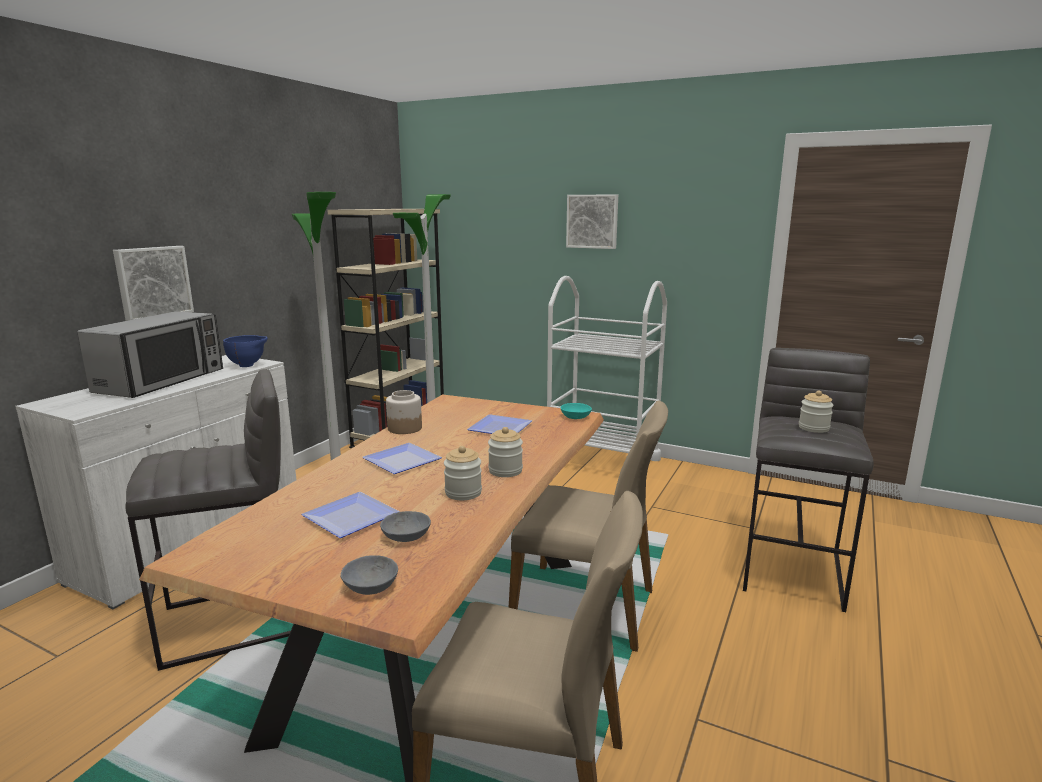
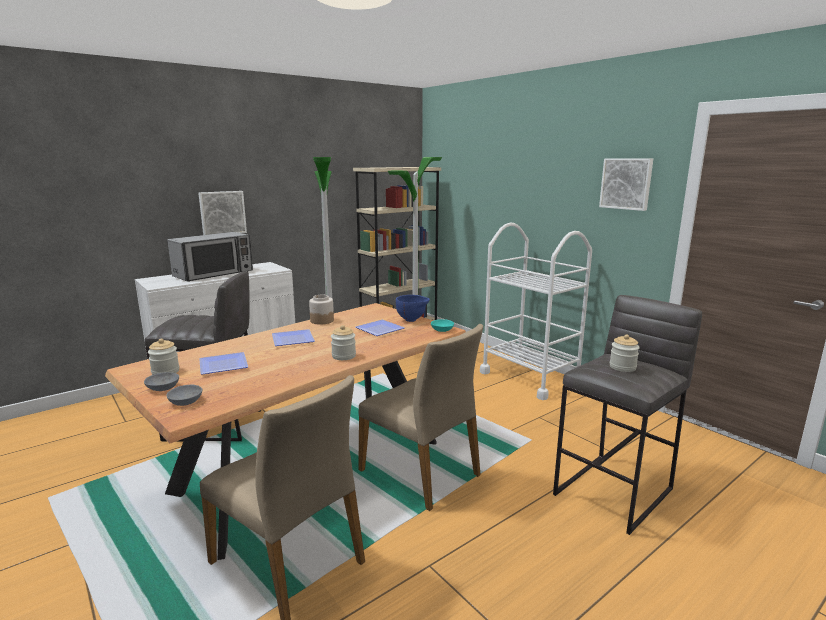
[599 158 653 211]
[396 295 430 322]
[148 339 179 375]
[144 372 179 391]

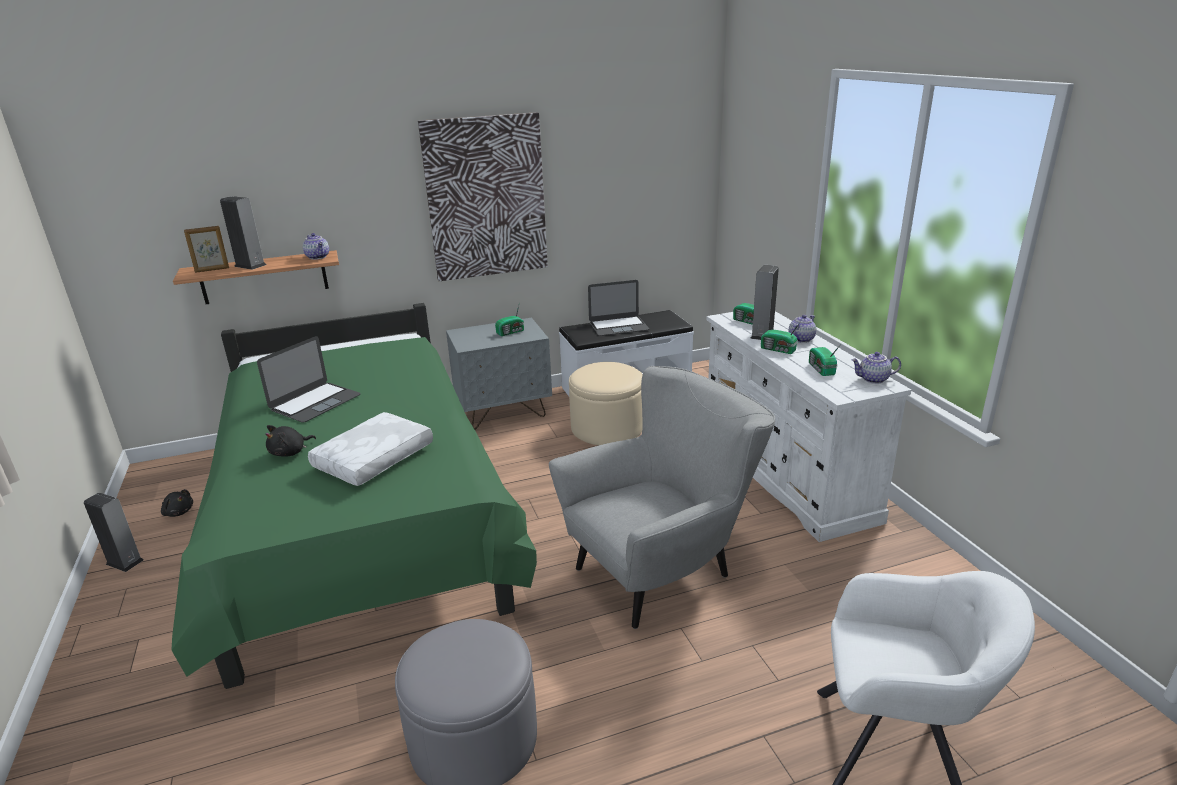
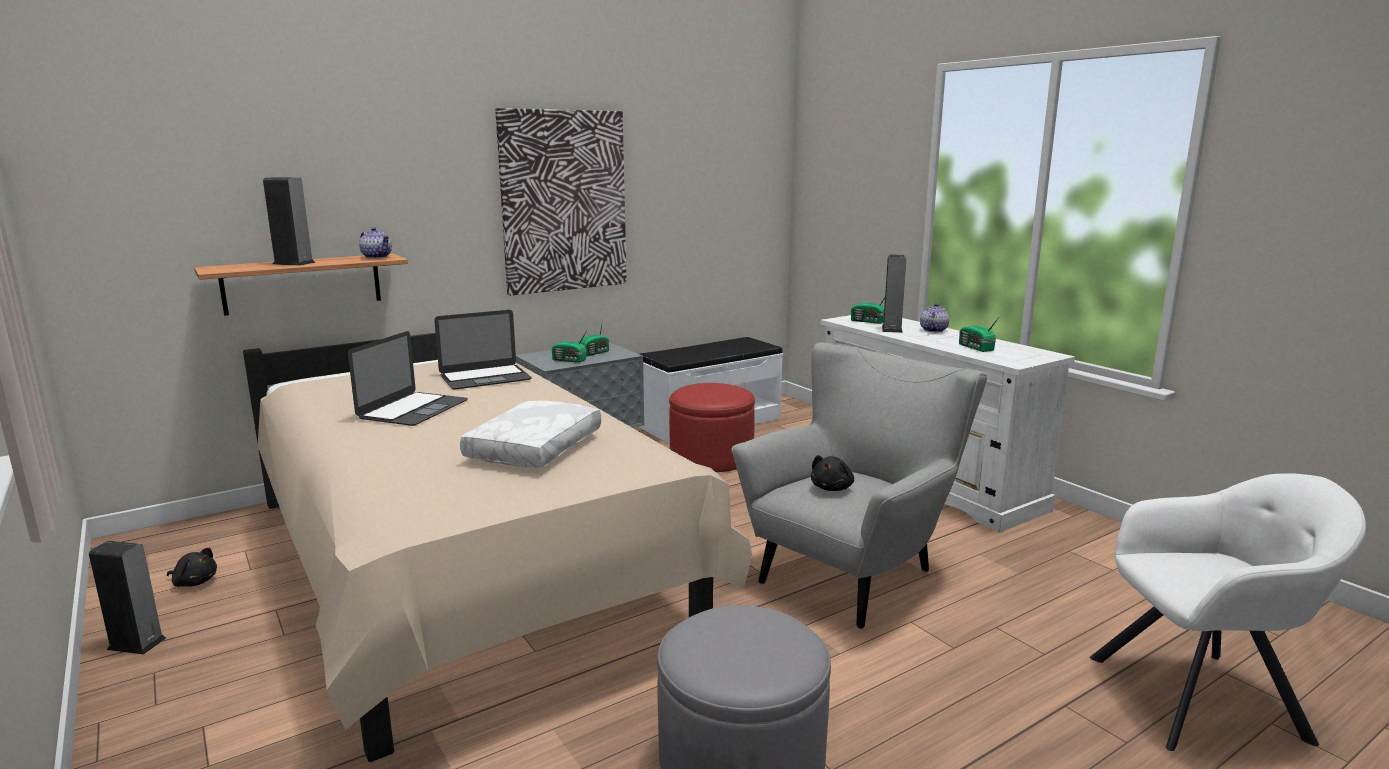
[184 226 229 273] (first image)
[434 310 532 390]
[243 333 752 762]
[552 330 587 363]
[851 352 901 384] (first image)
[669 383 755 472]
[811 455 854 491]

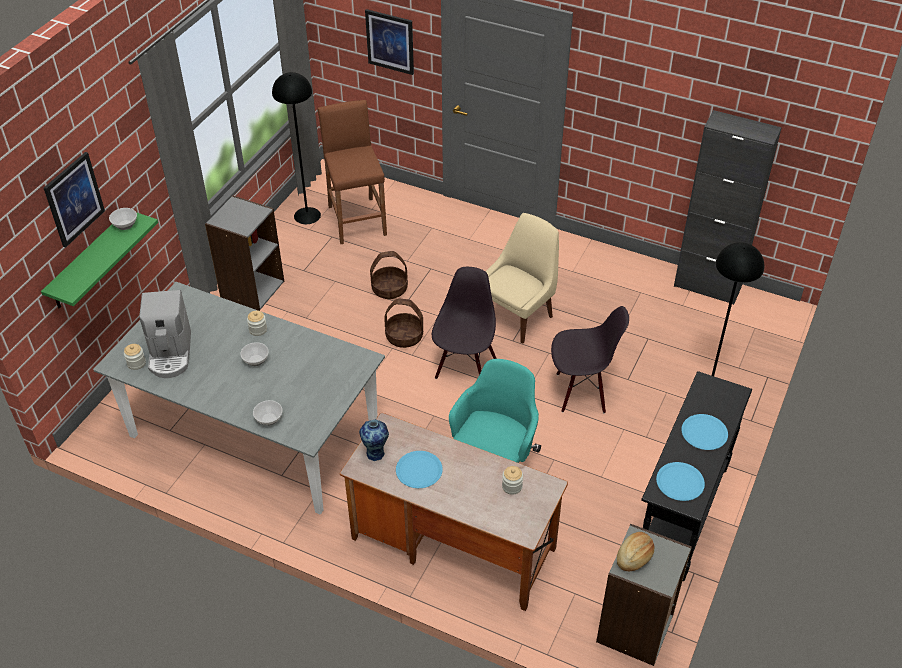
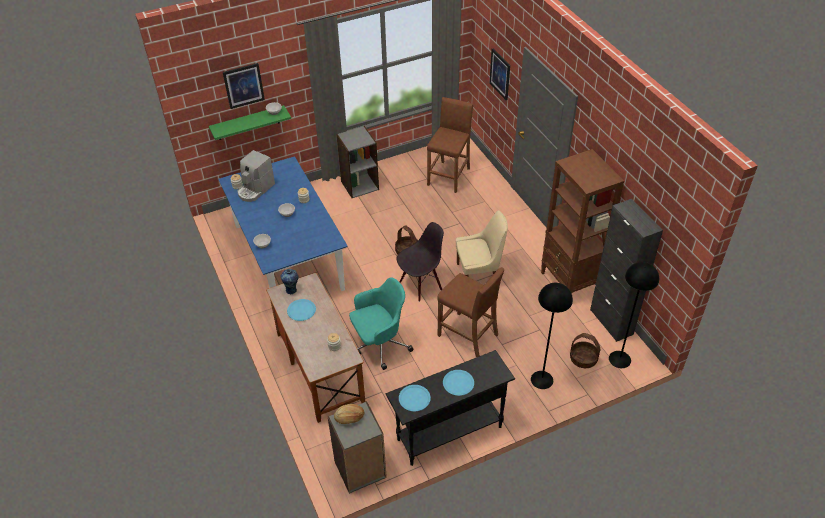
[609 262 659 368]
[570 333 600 368]
[218 156 348 291]
[437 267 504 357]
[541 149 624 293]

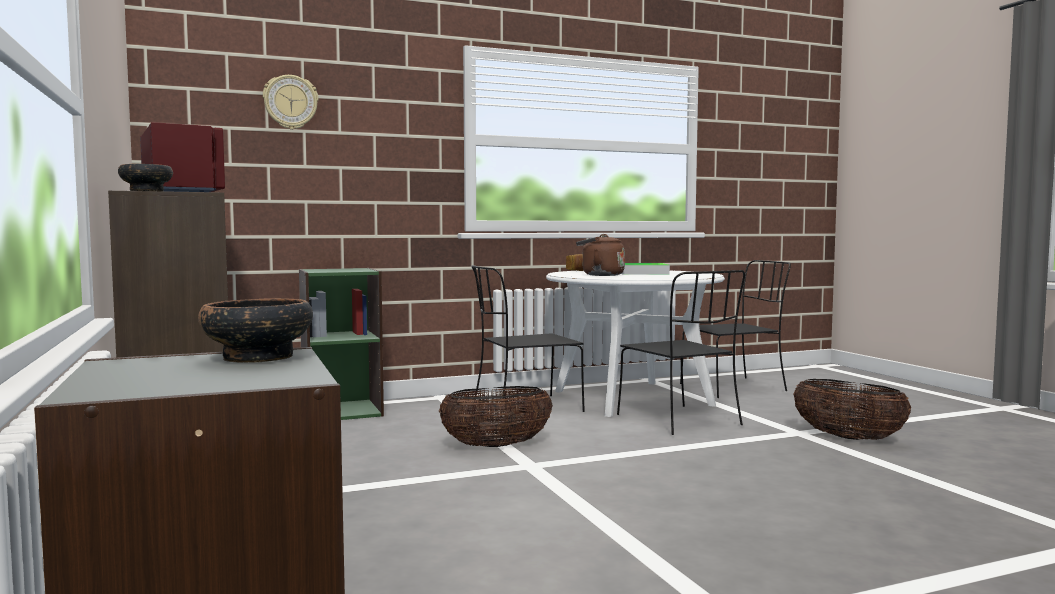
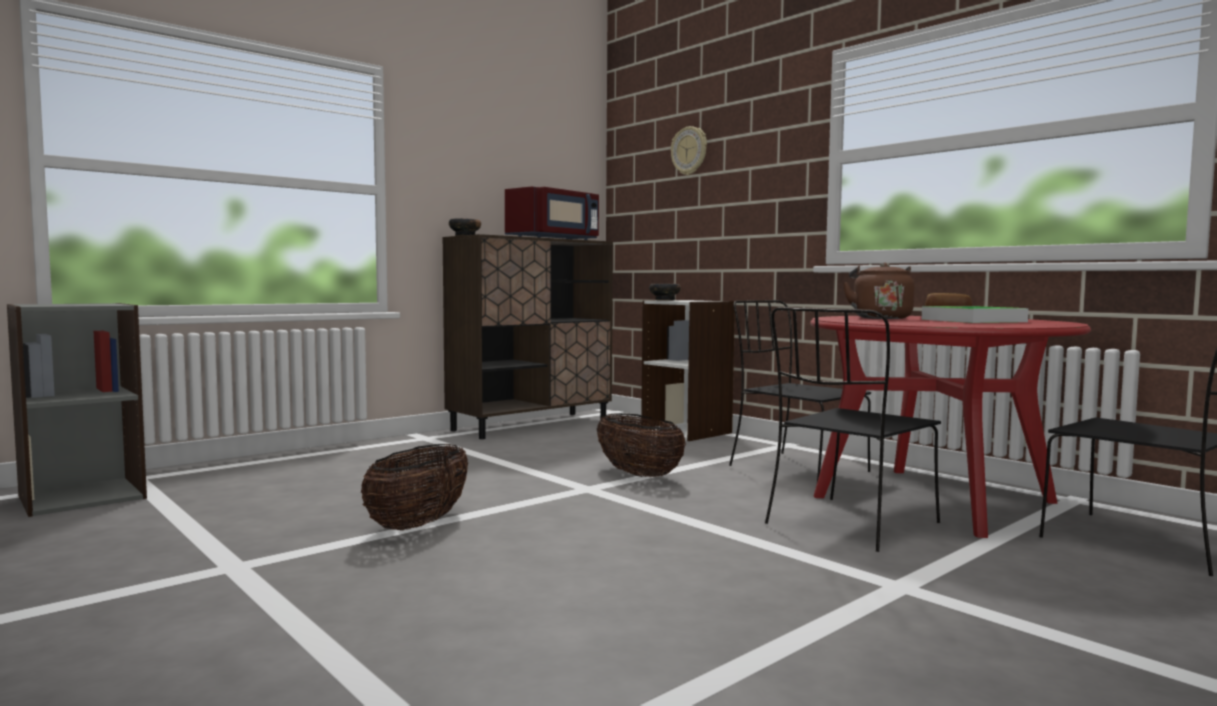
[641 300 735 441]
[810 316 1091 538]
[649 284 681 300]
[361 444 468 531]

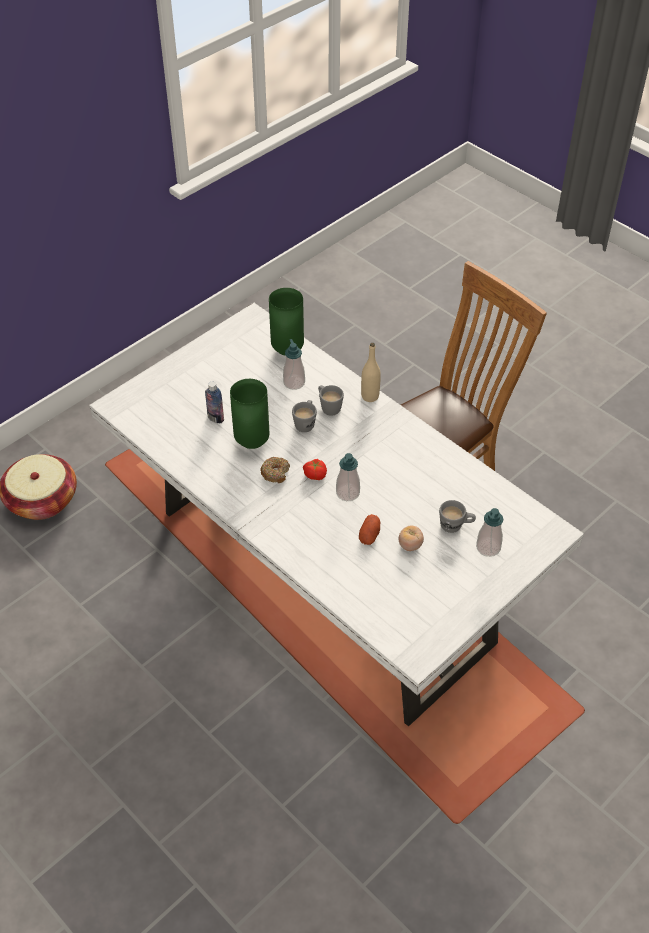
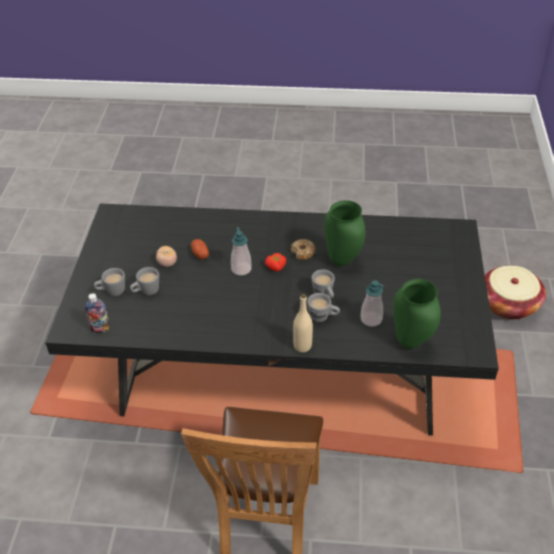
[45 203 499 436]
[85 293 110 333]
[94 268 125 296]

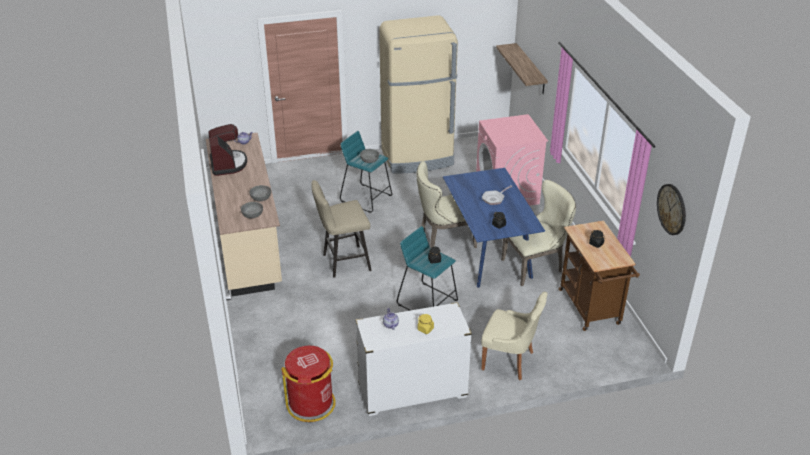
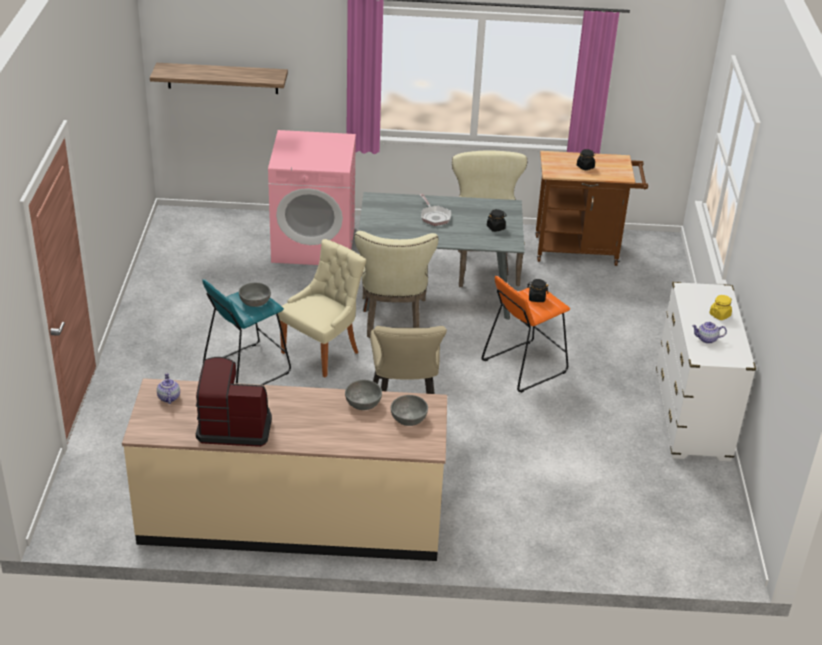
[379 15 458 174] (first image)
[358 192 525 320]
[657 184 686 235] (first image)
[482 276 570 393]
[278 239 366 377]
[281 346 336 422] (first image)

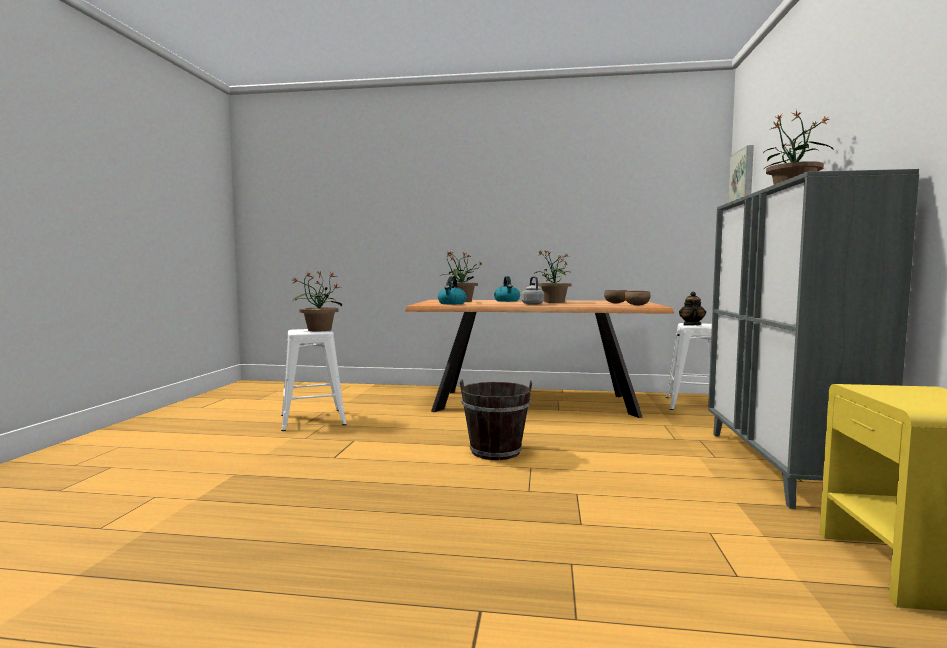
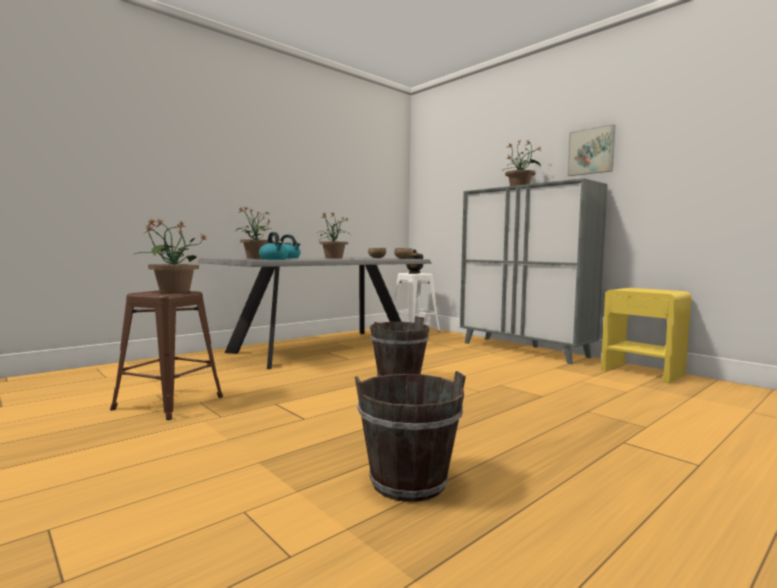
[567 124 616 176]
[522 276 544 305] (first image)
[198 257 432 369]
[110 290 223 420]
[355 371 466 502]

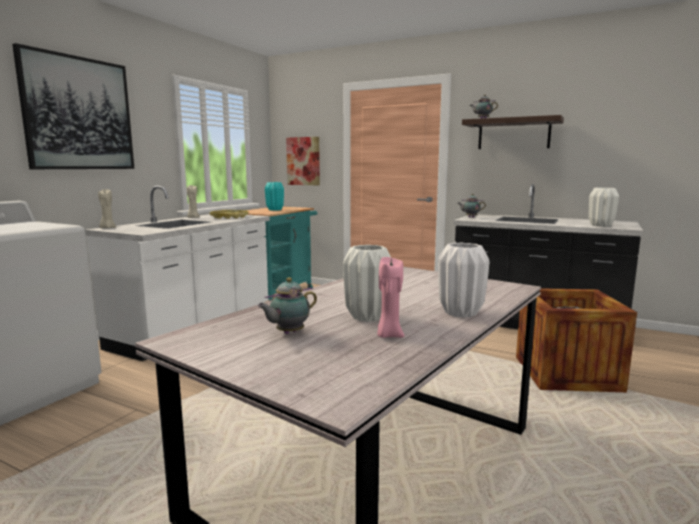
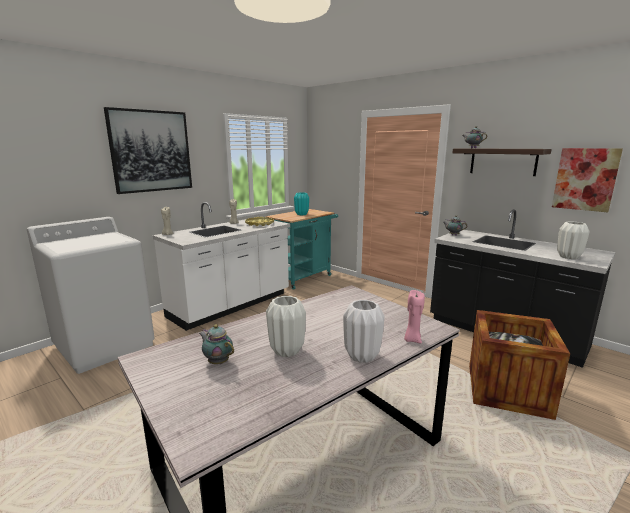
[552 148 623 212]
[404 290 425 343]
[199 324 234 364]

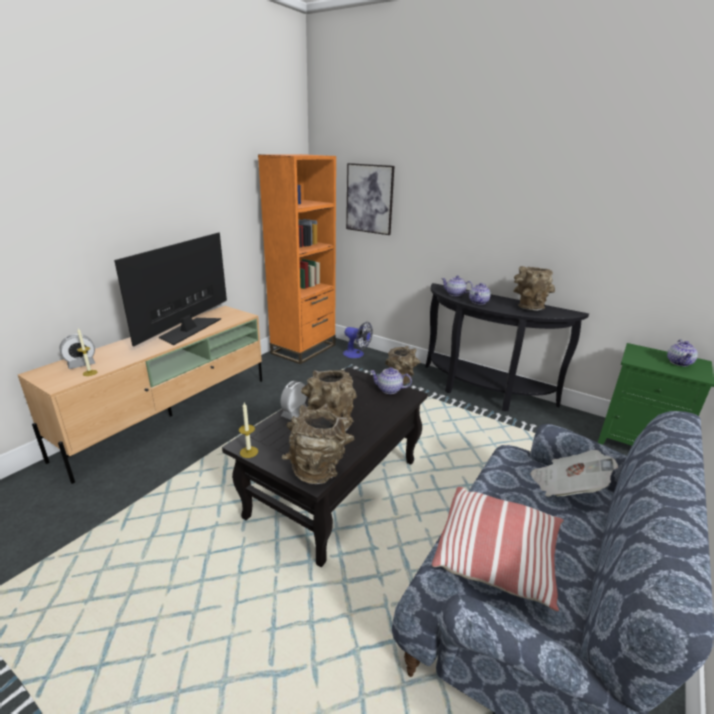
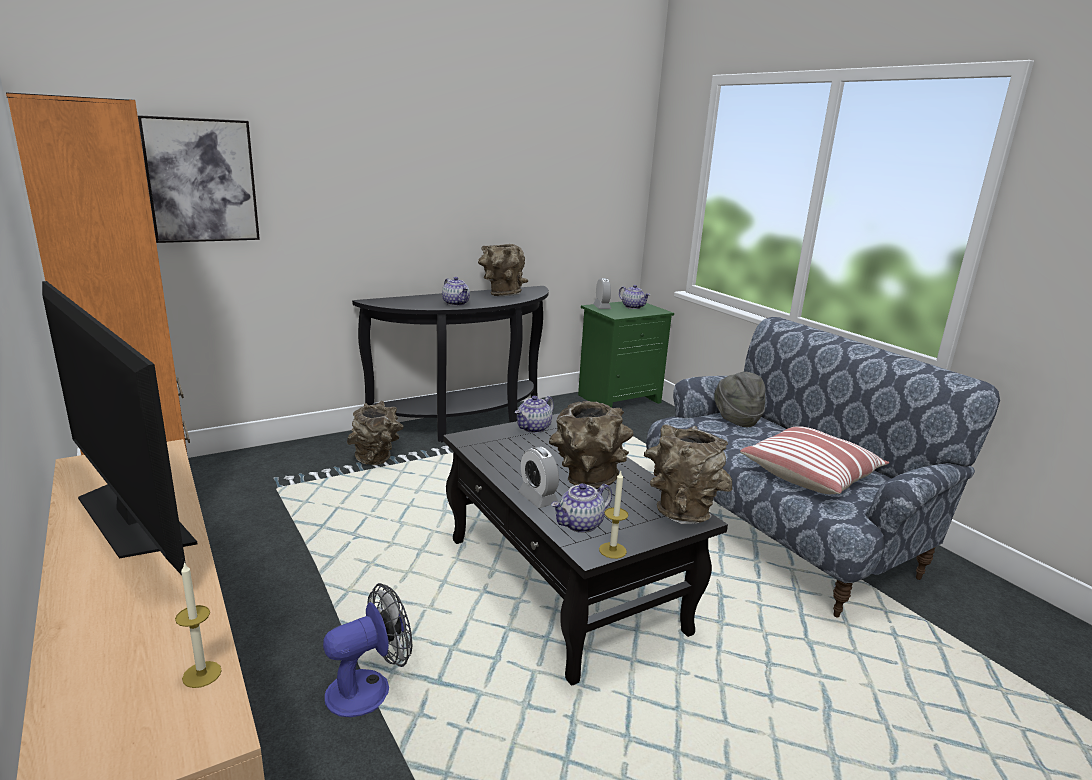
[551 483 612 533]
[323 583 412 717]
[593 278 611 309]
[714 372 766 427]

